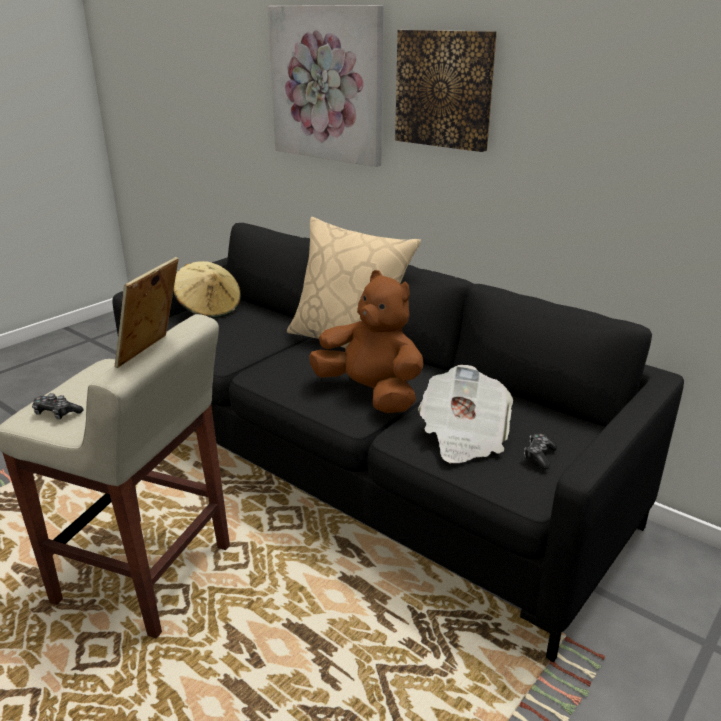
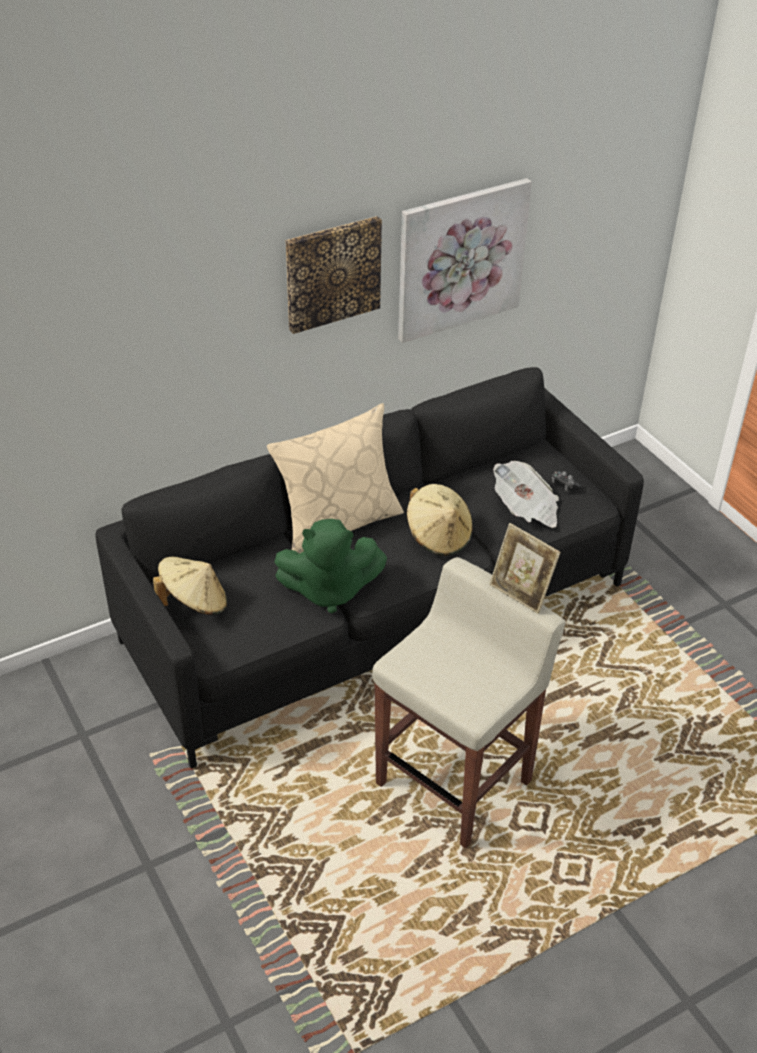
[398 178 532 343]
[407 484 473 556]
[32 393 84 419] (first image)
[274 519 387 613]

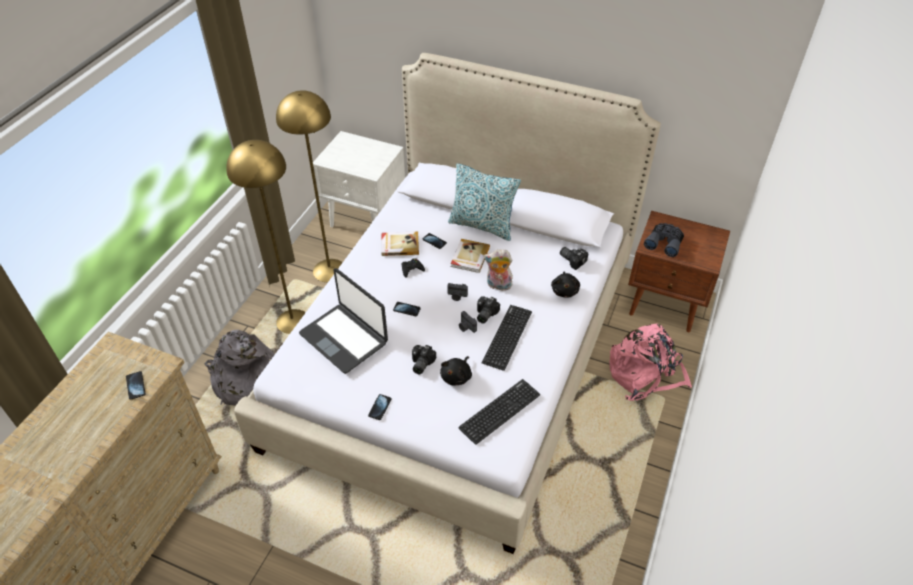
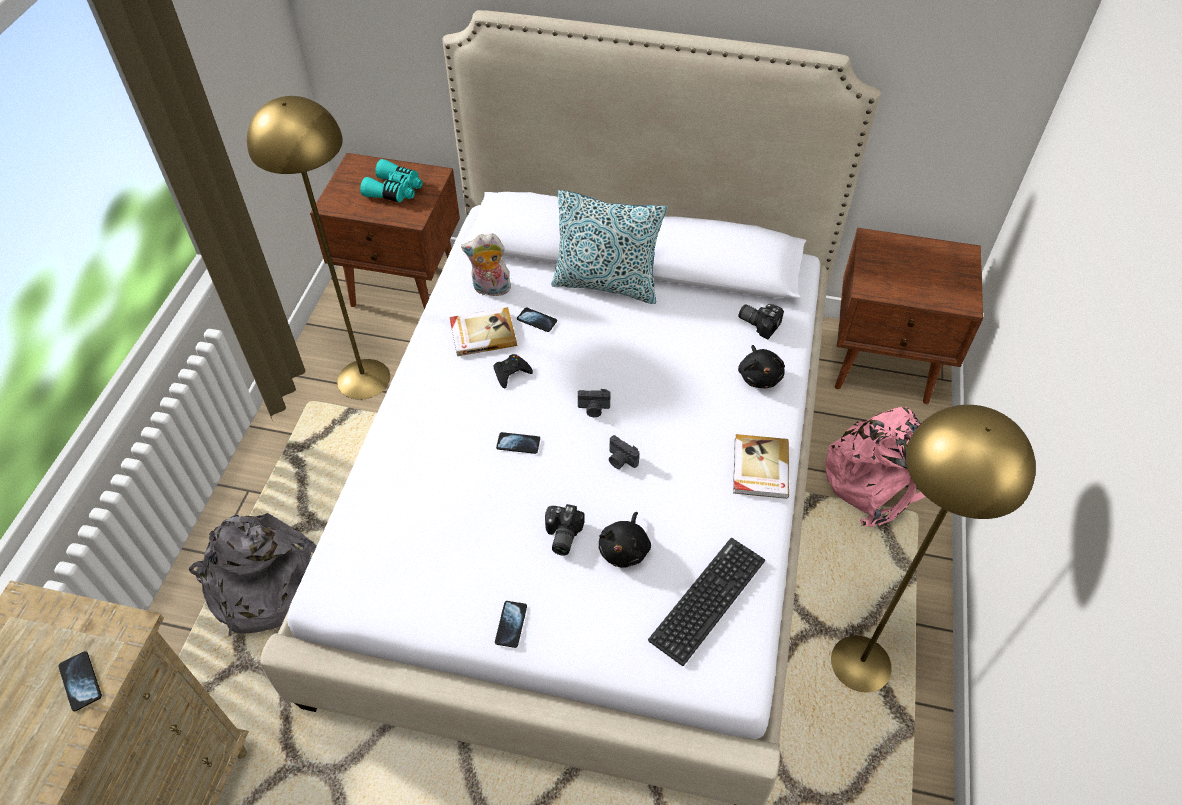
[310 153 460 309]
[831 405 1036 692]
[644 223 684 257] (first image)
[733 434 789 499]
[461 233 511 299]
[299 268 388 374] (first image)
[477 296 500 324] (first image)
[482 305 532 371] (first image)
[360 159 423 202]

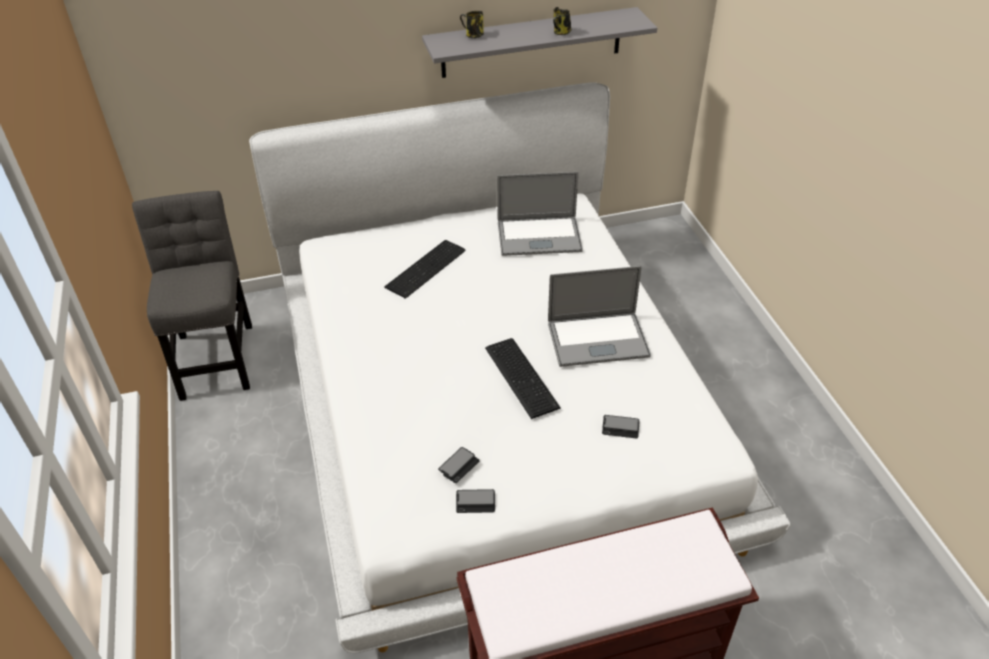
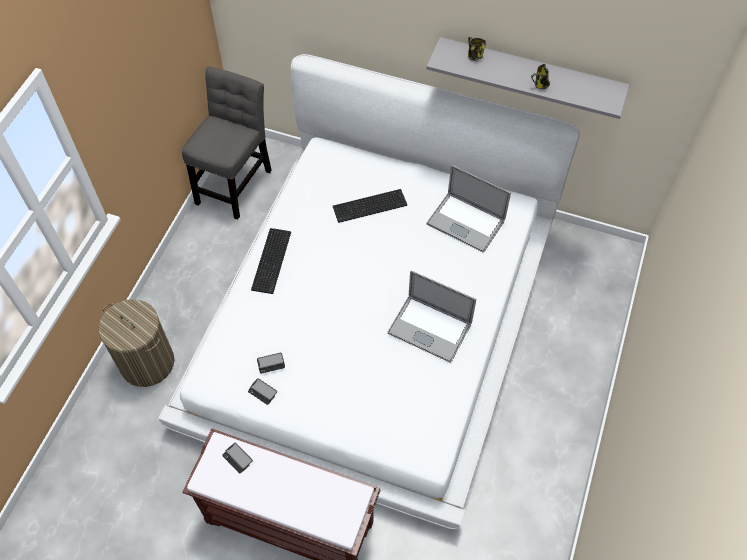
[251 228 291 294]
[222 443 253 473]
[98 299 174 387]

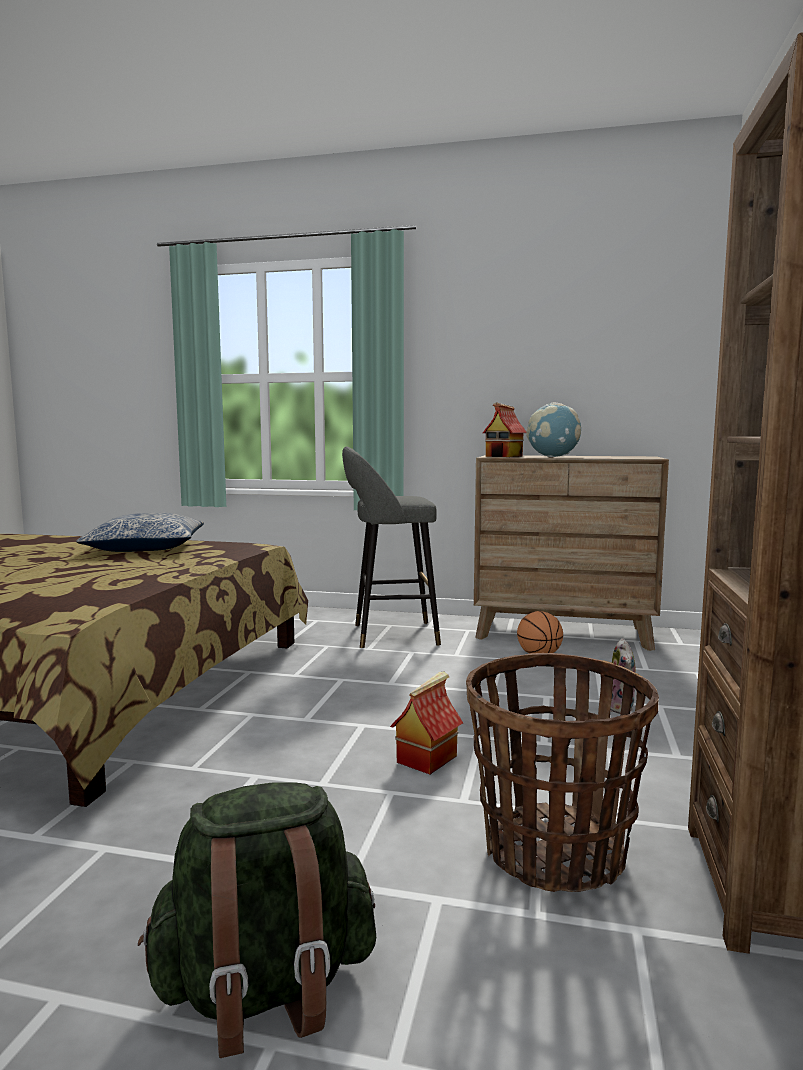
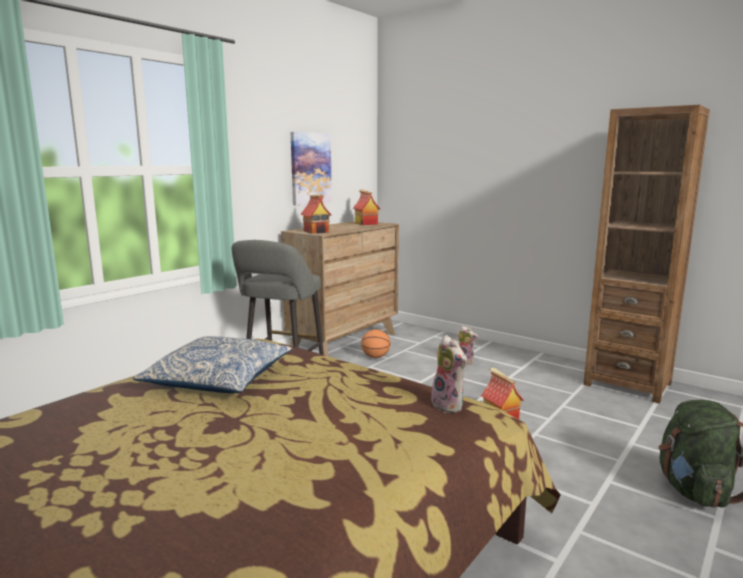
[526 403 581 457] (first image)
[466 653 659 892] (first image)
[291 132 332 205]
[353 189 380 225]
[431 335 467 413]

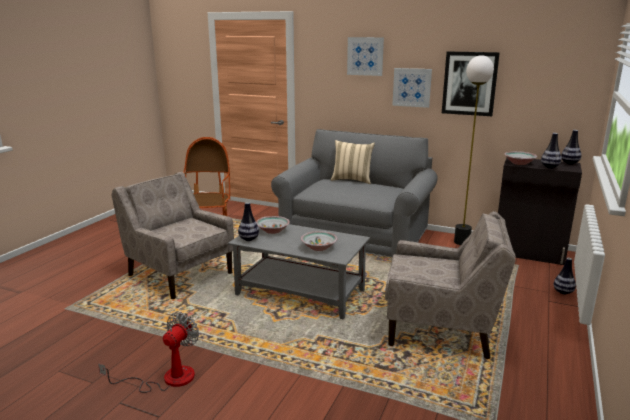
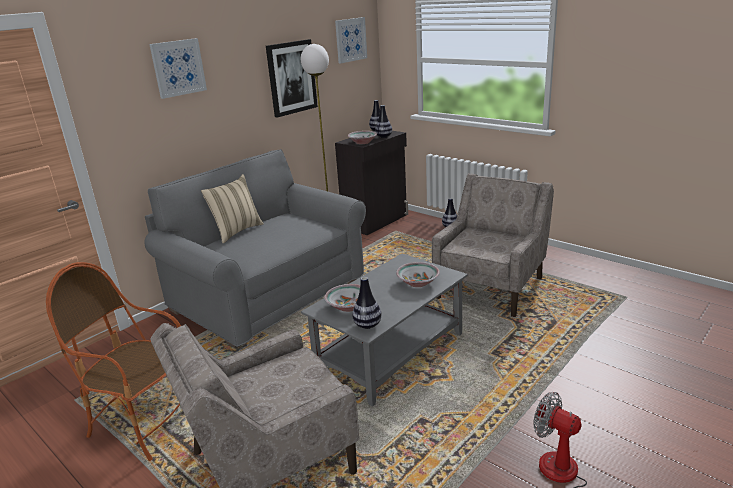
[335 17 367 63]

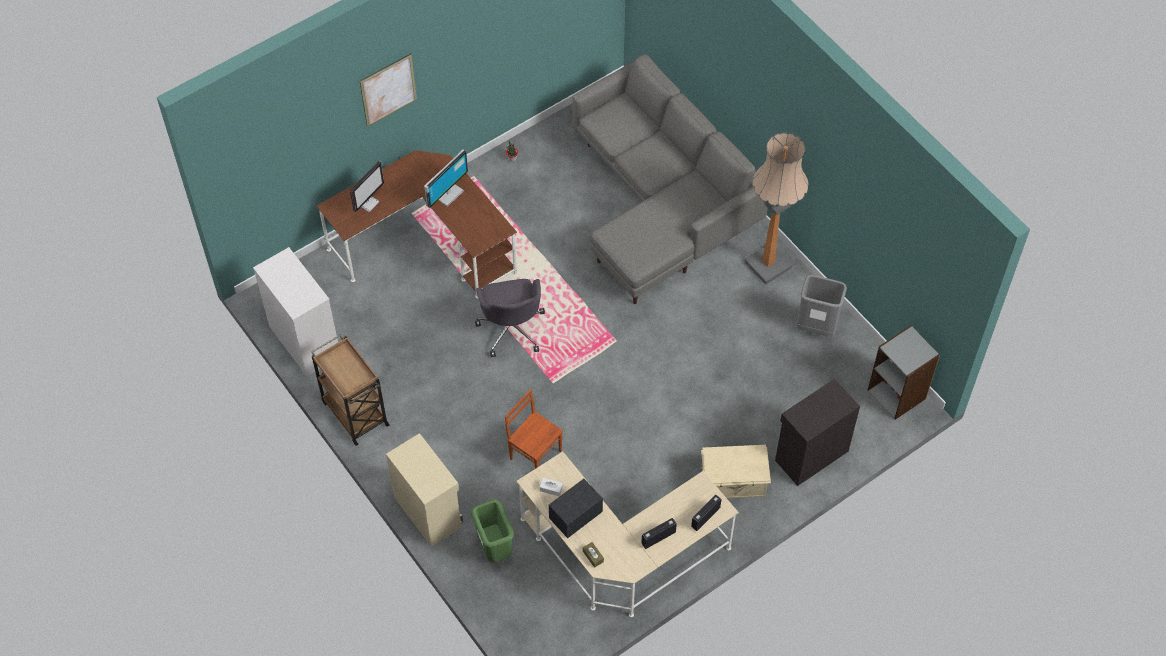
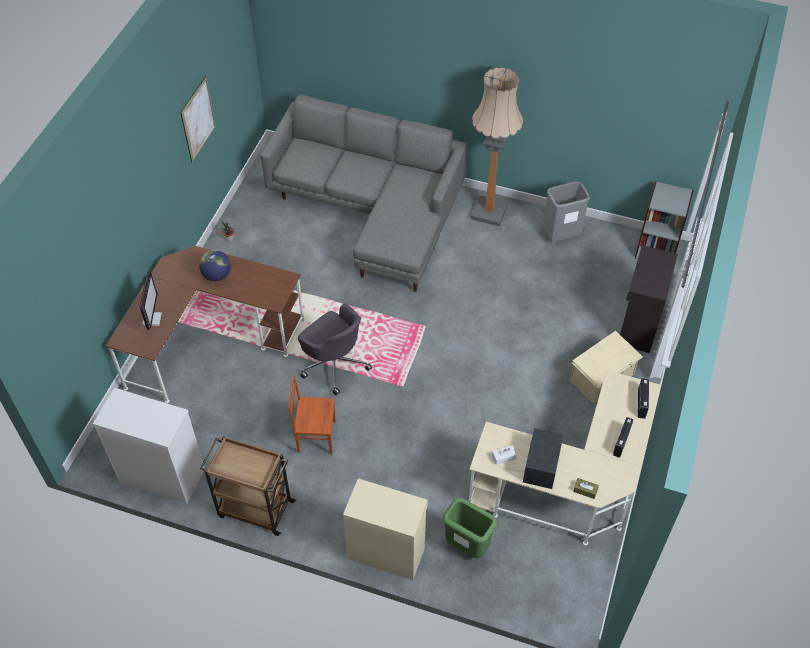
[180 76 216 162]
[199 250 231 281]
[288 375 336 454]

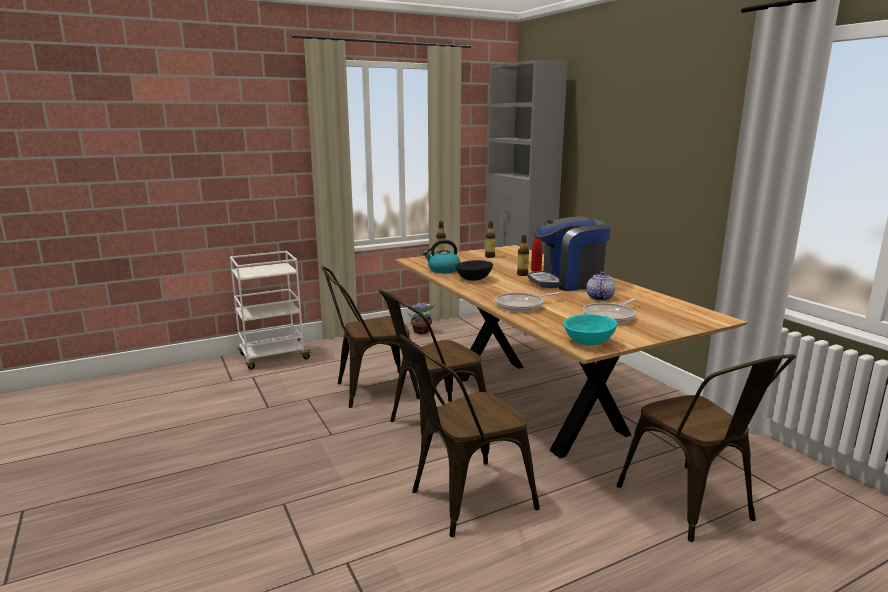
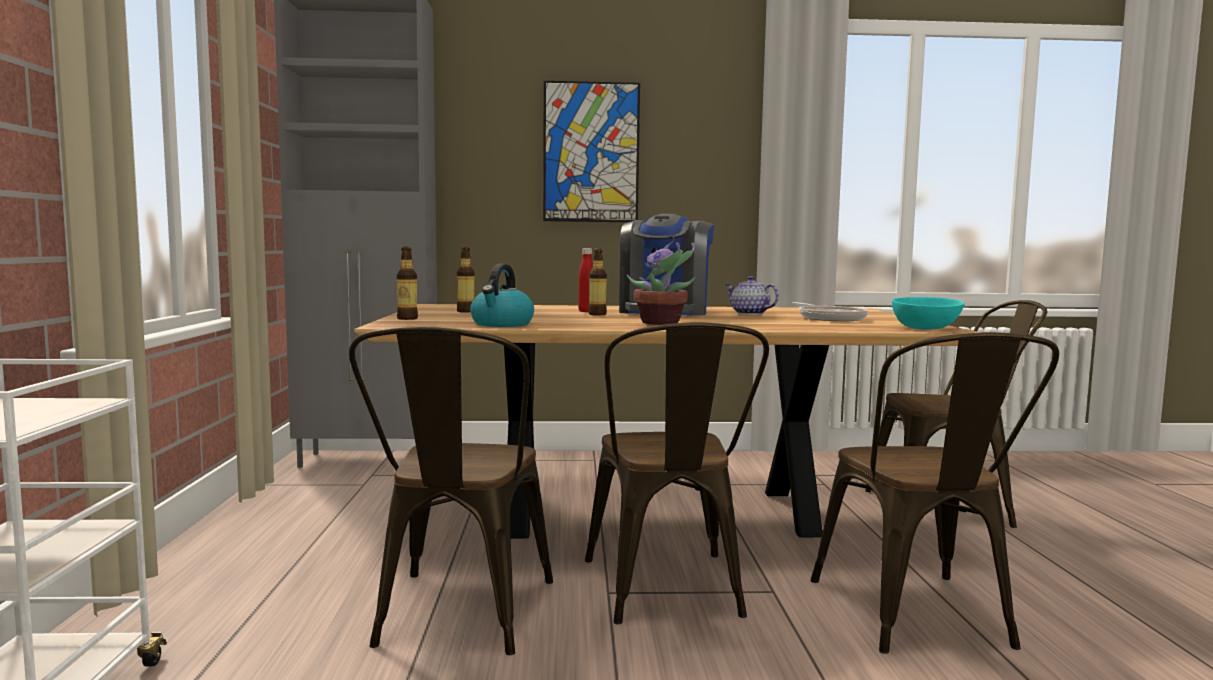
[455 260 493 281] (first image)
[495 292 561 312] (first image)
[627 235 695 325]
[543 81 640 222]

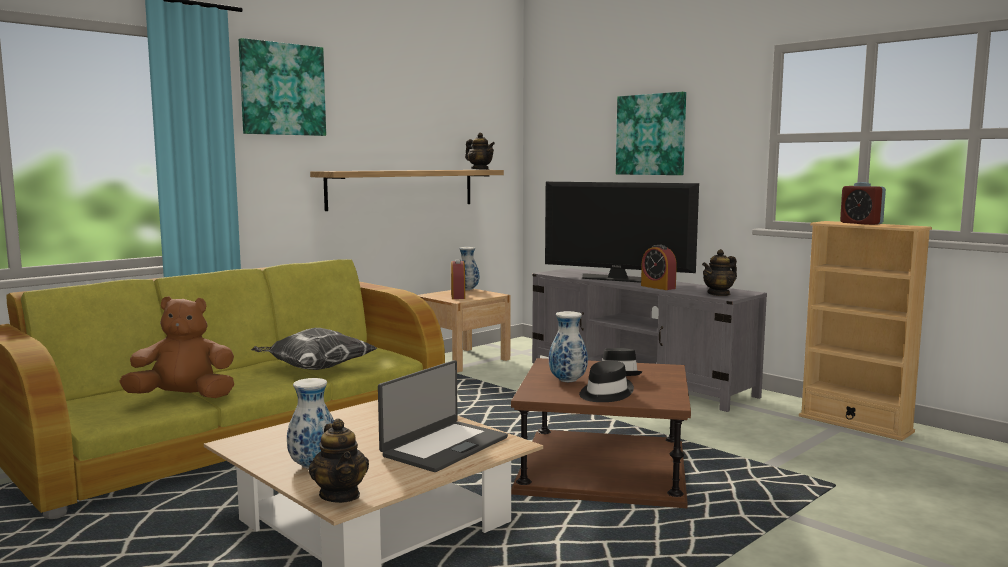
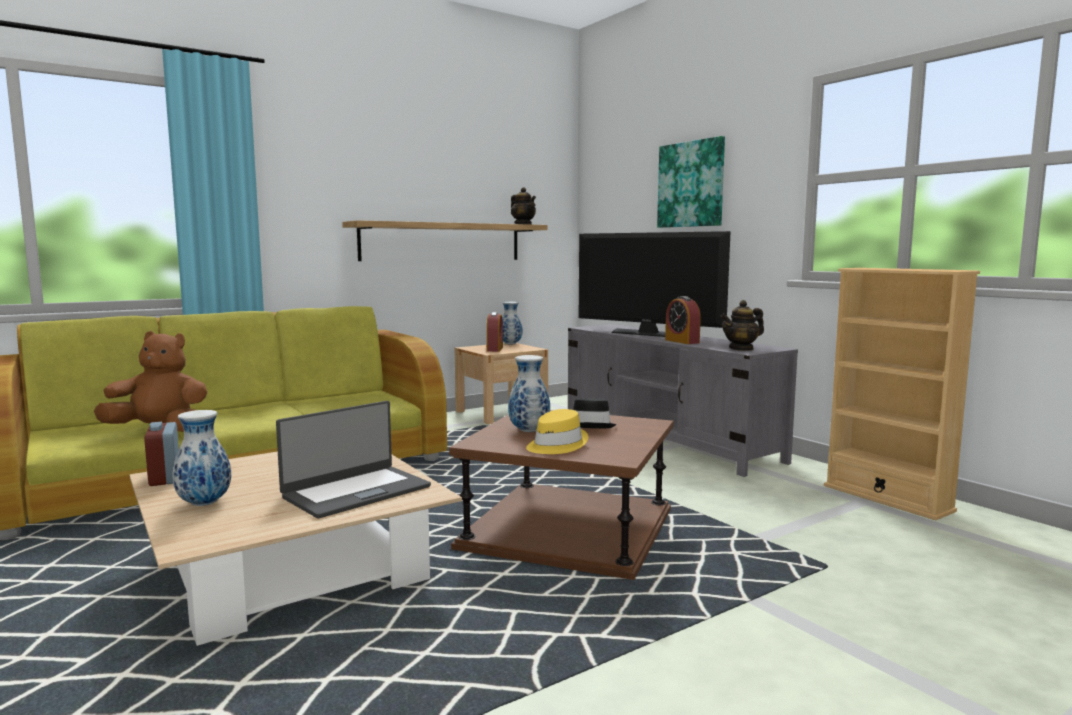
[239 38 326 136] (first image)
[144 422 179 486]
[251 328 377 370] (first image)
[526 409 589 454]
[309 419 369 503] (first image)

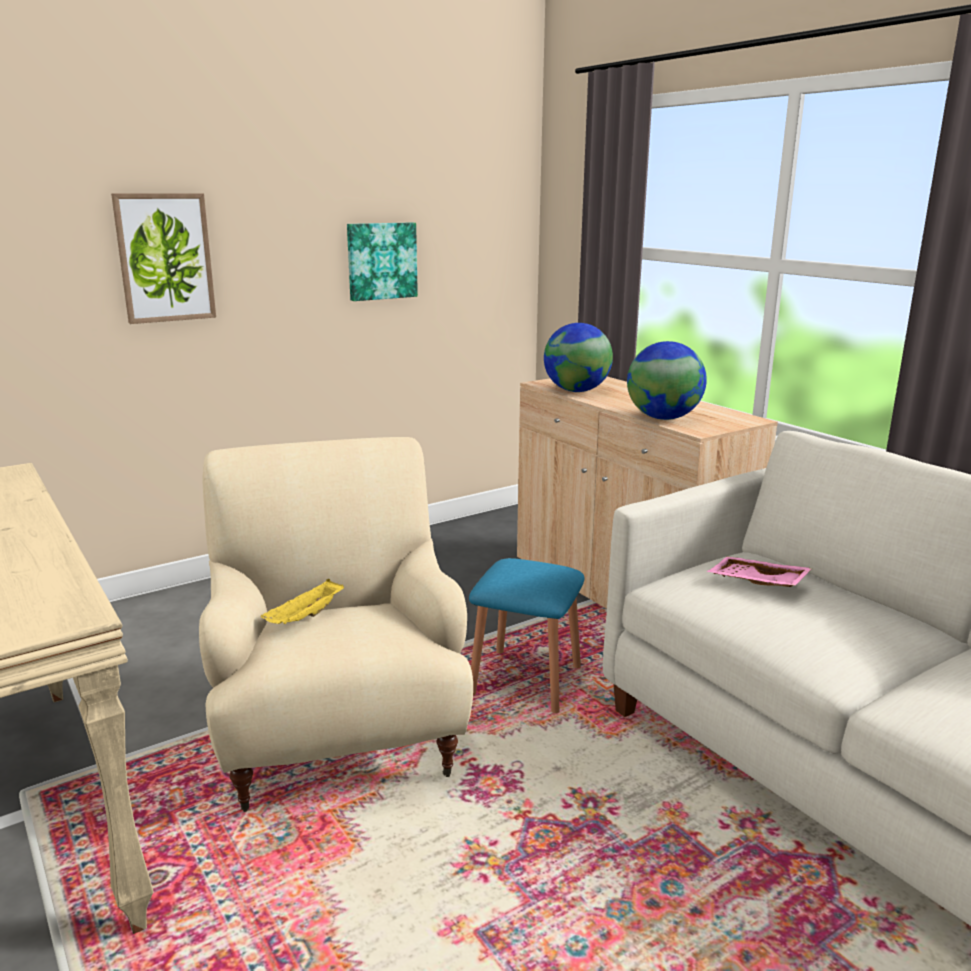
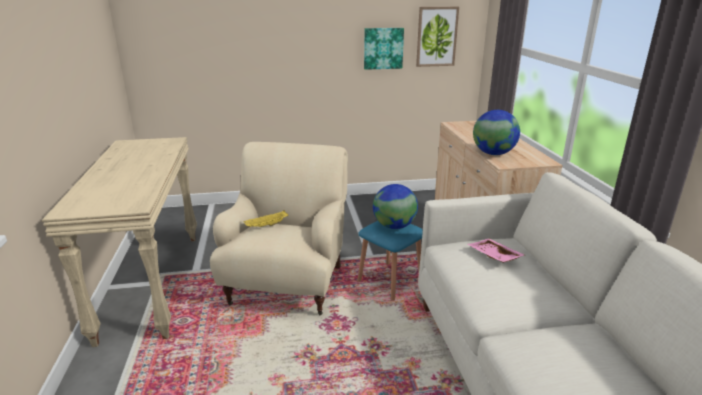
[416 7 459 67]
[373 184 418 229]

